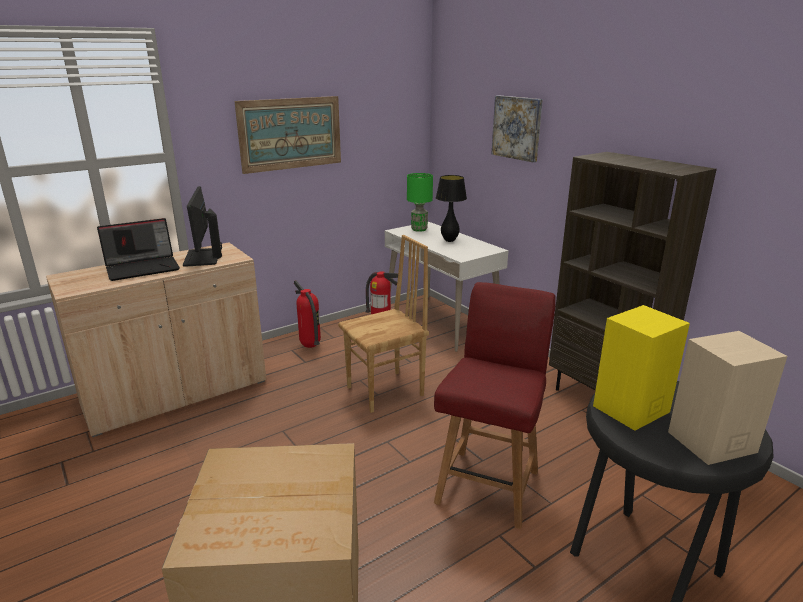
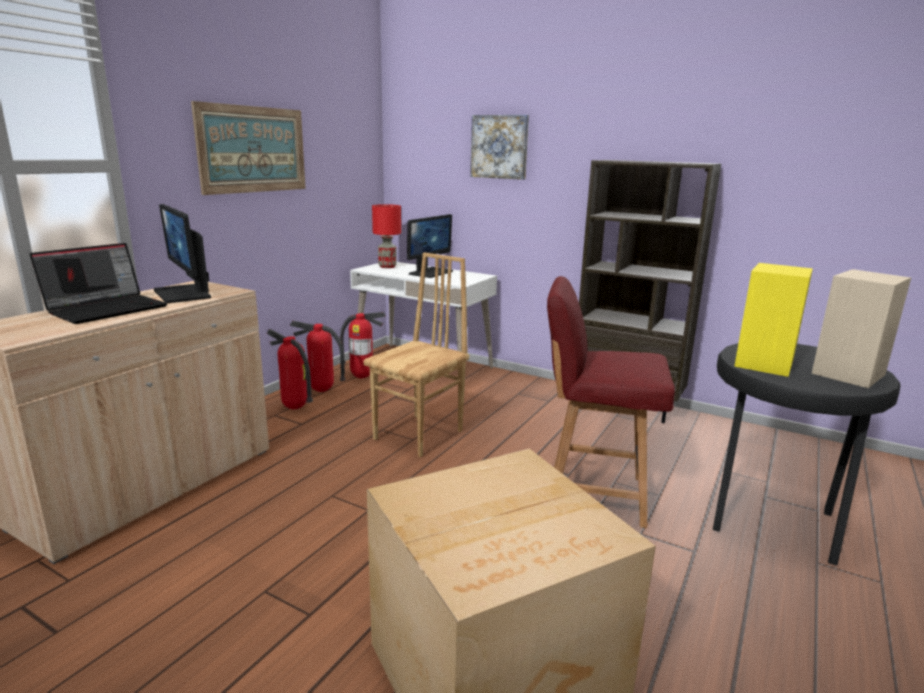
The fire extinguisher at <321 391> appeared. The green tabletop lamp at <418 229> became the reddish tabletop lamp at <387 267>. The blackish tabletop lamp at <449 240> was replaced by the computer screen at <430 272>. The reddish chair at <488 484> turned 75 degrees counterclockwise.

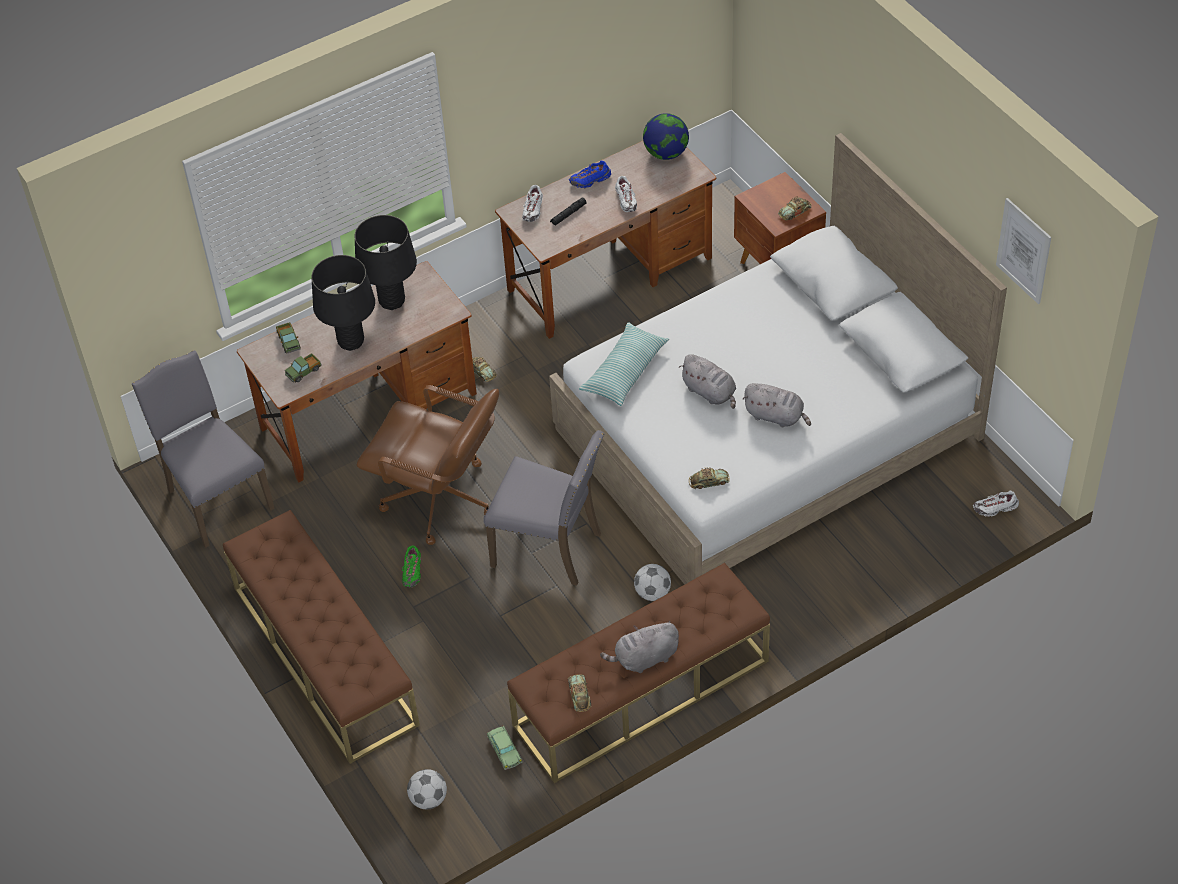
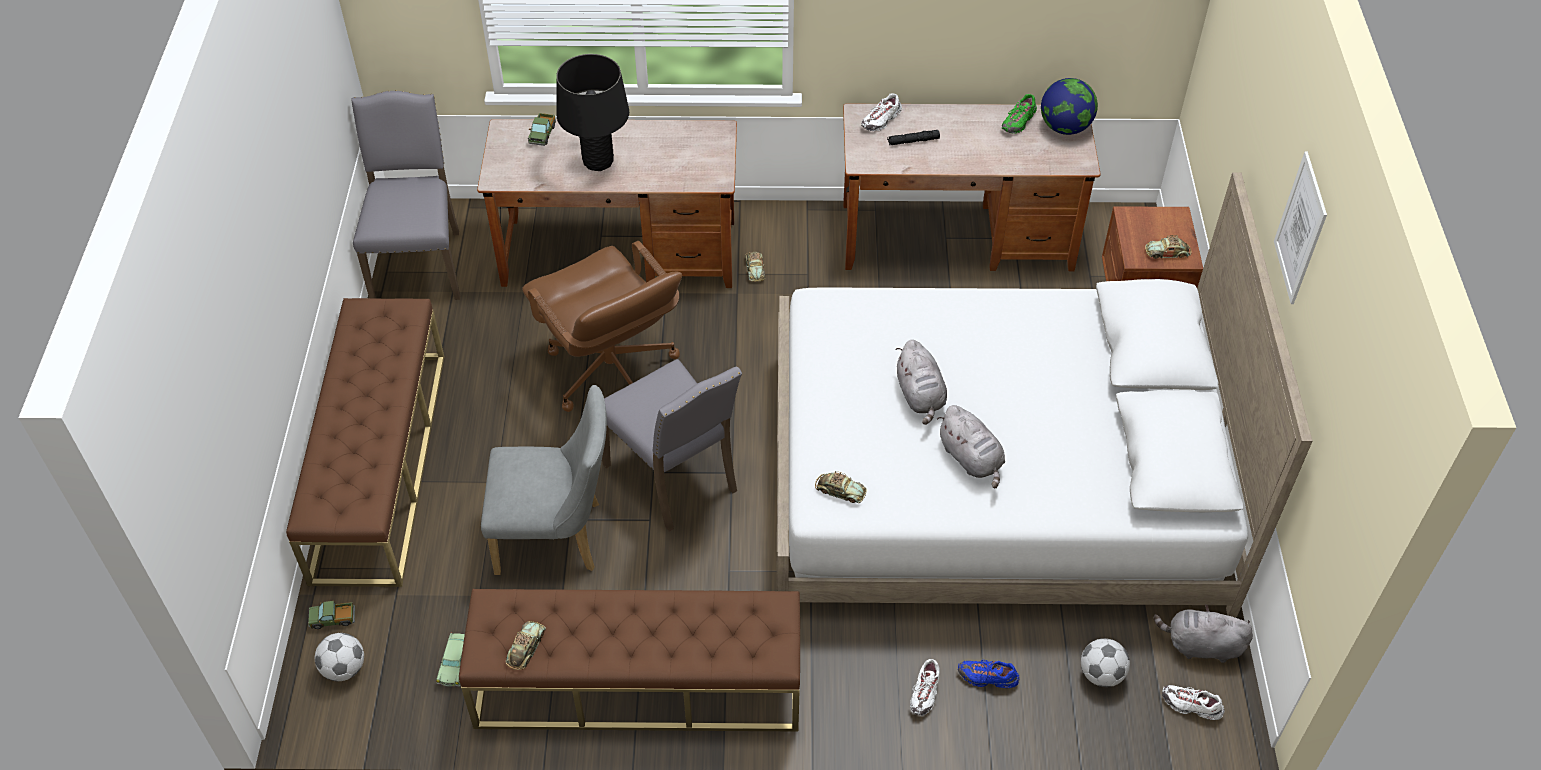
The toy lorry moved from <303 372> to <333 619>. The greyish chair at <557 537> appeared. The white item of footwear moved from <626 200> to <925 692>. The blue item of footwear moved from <590 180> to <987 678>. The green item of footwear moved from <412 571> to <1018 122>. The football moved from <652 593> to <1101 674>. The greyish soft toy moved from <644 658> to <1200 646>. The wall picture moved from <1023 251> to <1300 228>. The blackish tabletop lamp at <392 301> disappeared. The pillow at <624 371> disappeared.

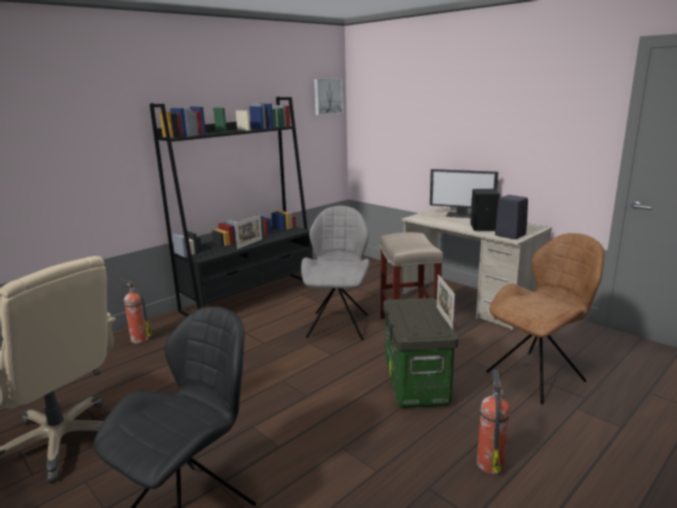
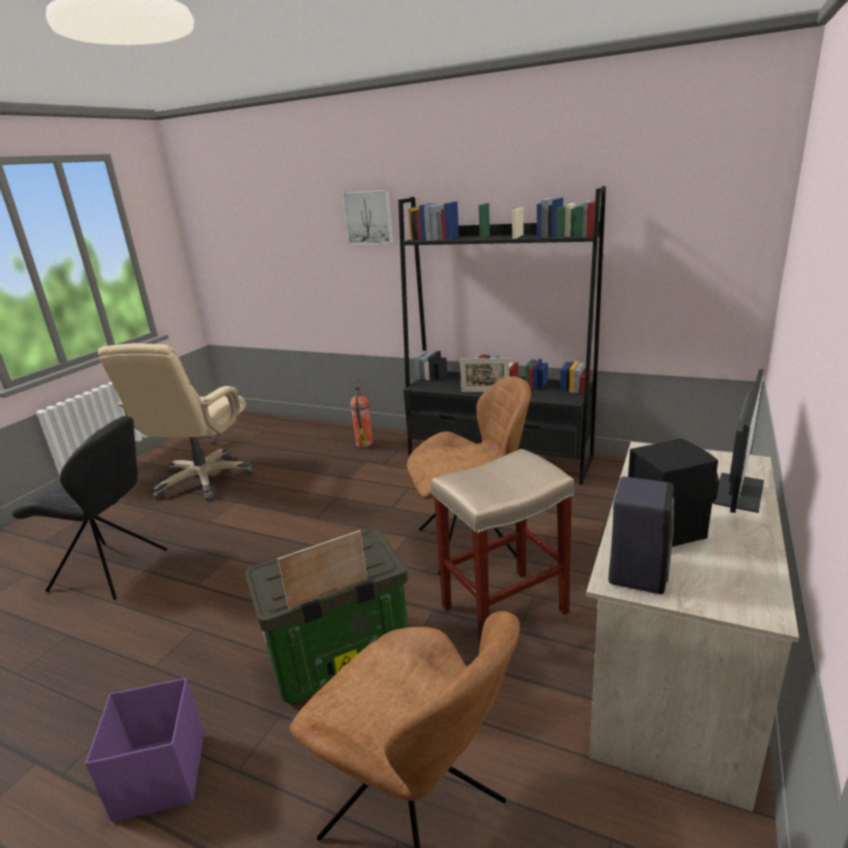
The fire extinguisher at <490 463> was replaced by the purplish storage box at <160 777>. The wall picture moved from <327 96> to <369 217>. The greyish chair at <338 325> became the brown-coloured chair at <471 543>. The computer screen at <461 215> turned 150 degrees counterclockwise.

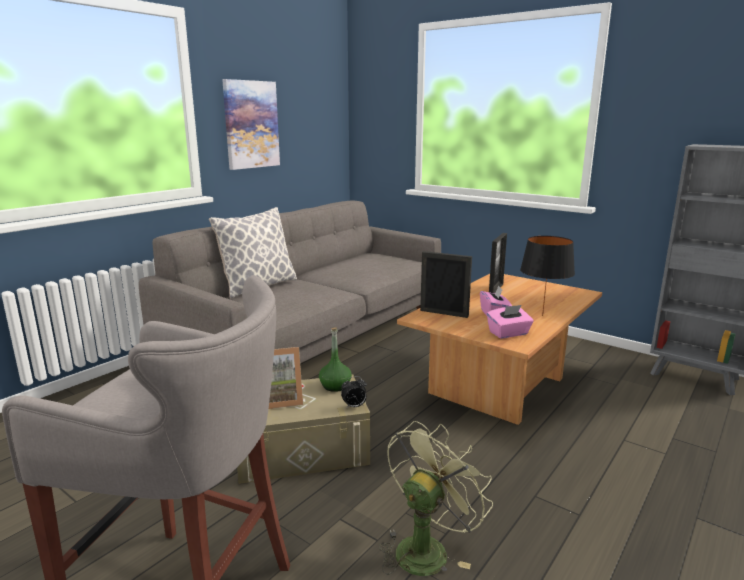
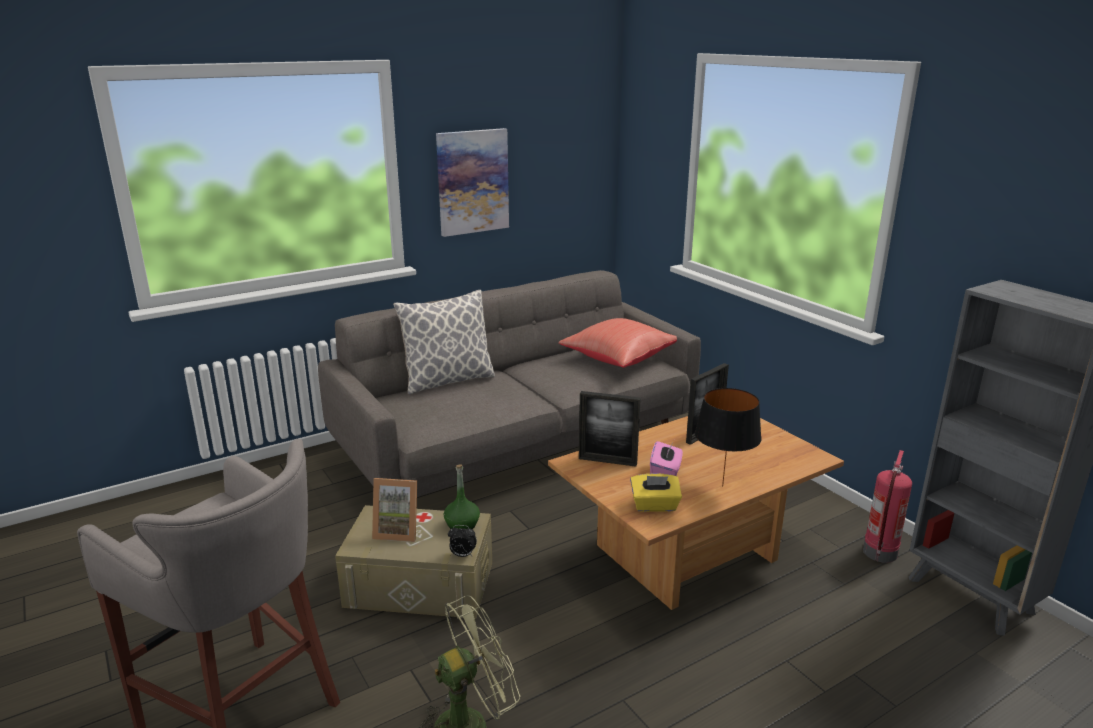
The reddish pillow at <618 358> appeared. The photo frame at <444 313> turned 150 degrees clockwise. The pink box of tissues at <508 333> became the yellowish box of tissues at <654 506>. The fire extinguisher at <880 553> appeared.

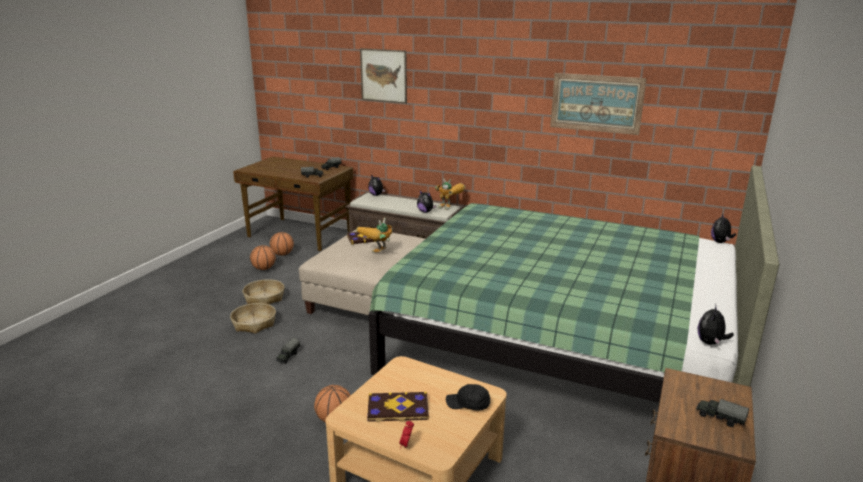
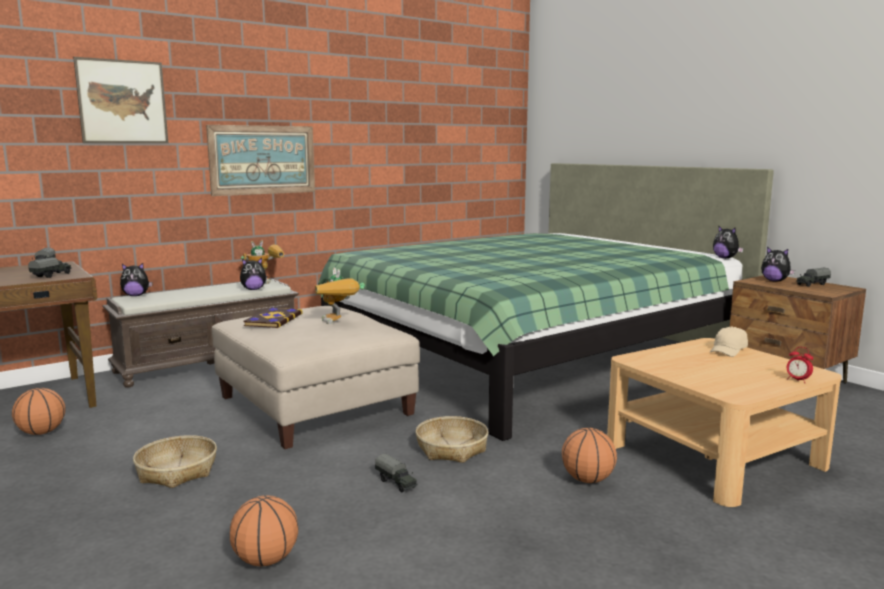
The wall picture moved from <596 103> to <263 160>. The ball for basketball moved from <264 268> to <266 560>. The household basket moved from <254 323> to <451 448>. The blackish cap at <468 404> became the sand-coloured cap at <728 351>. The soft toy moved from <720 242> to <775 281>. The bound book at <398 409> disappeared.

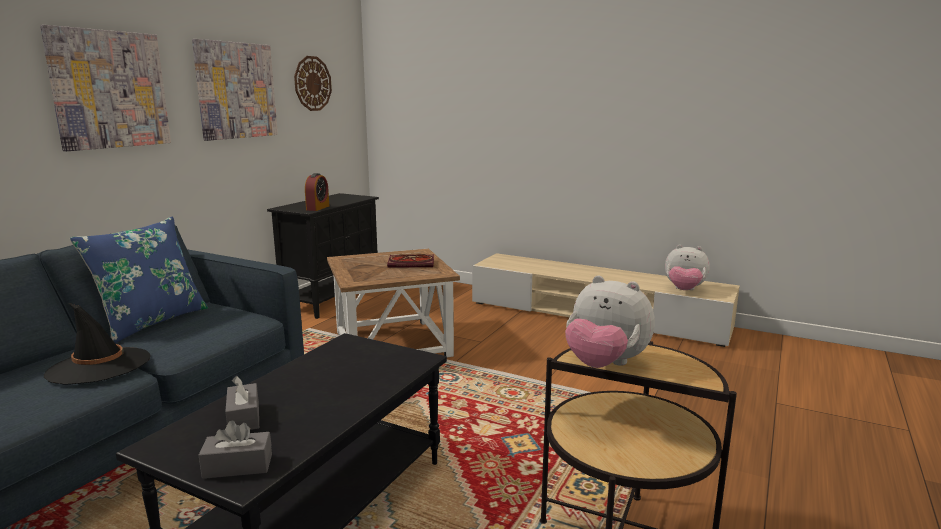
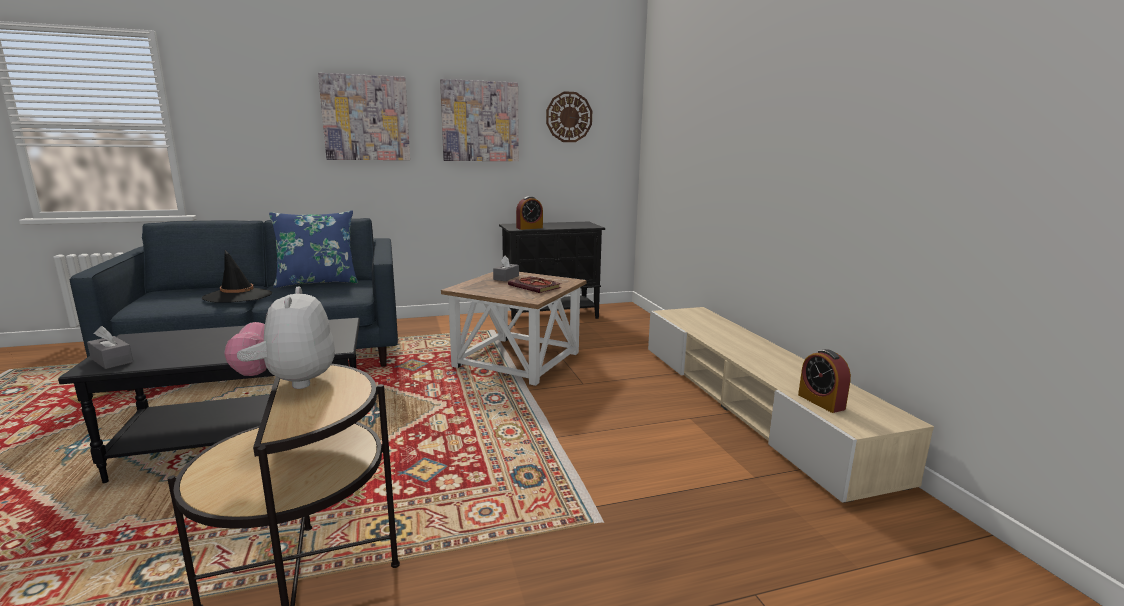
The greyish box of tissues moved from <244 417> to <506 277>. The soft toy at <684 290> was replaced by the table clock at <821 402>.

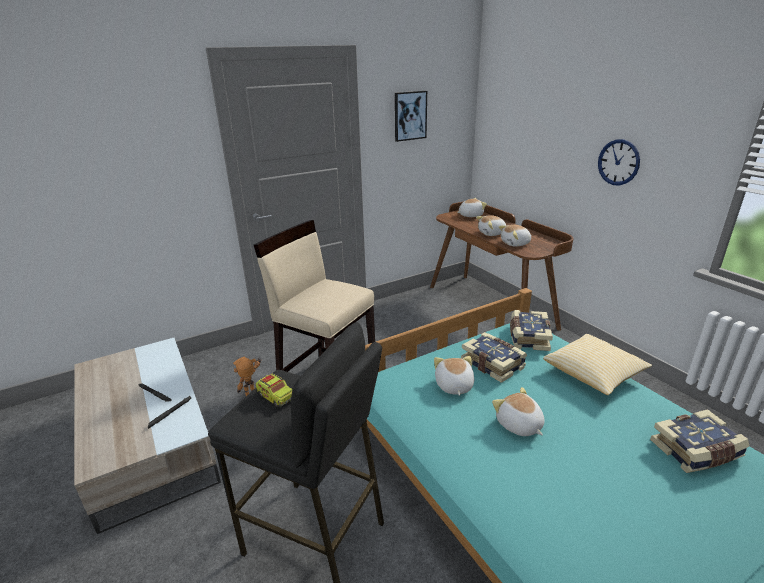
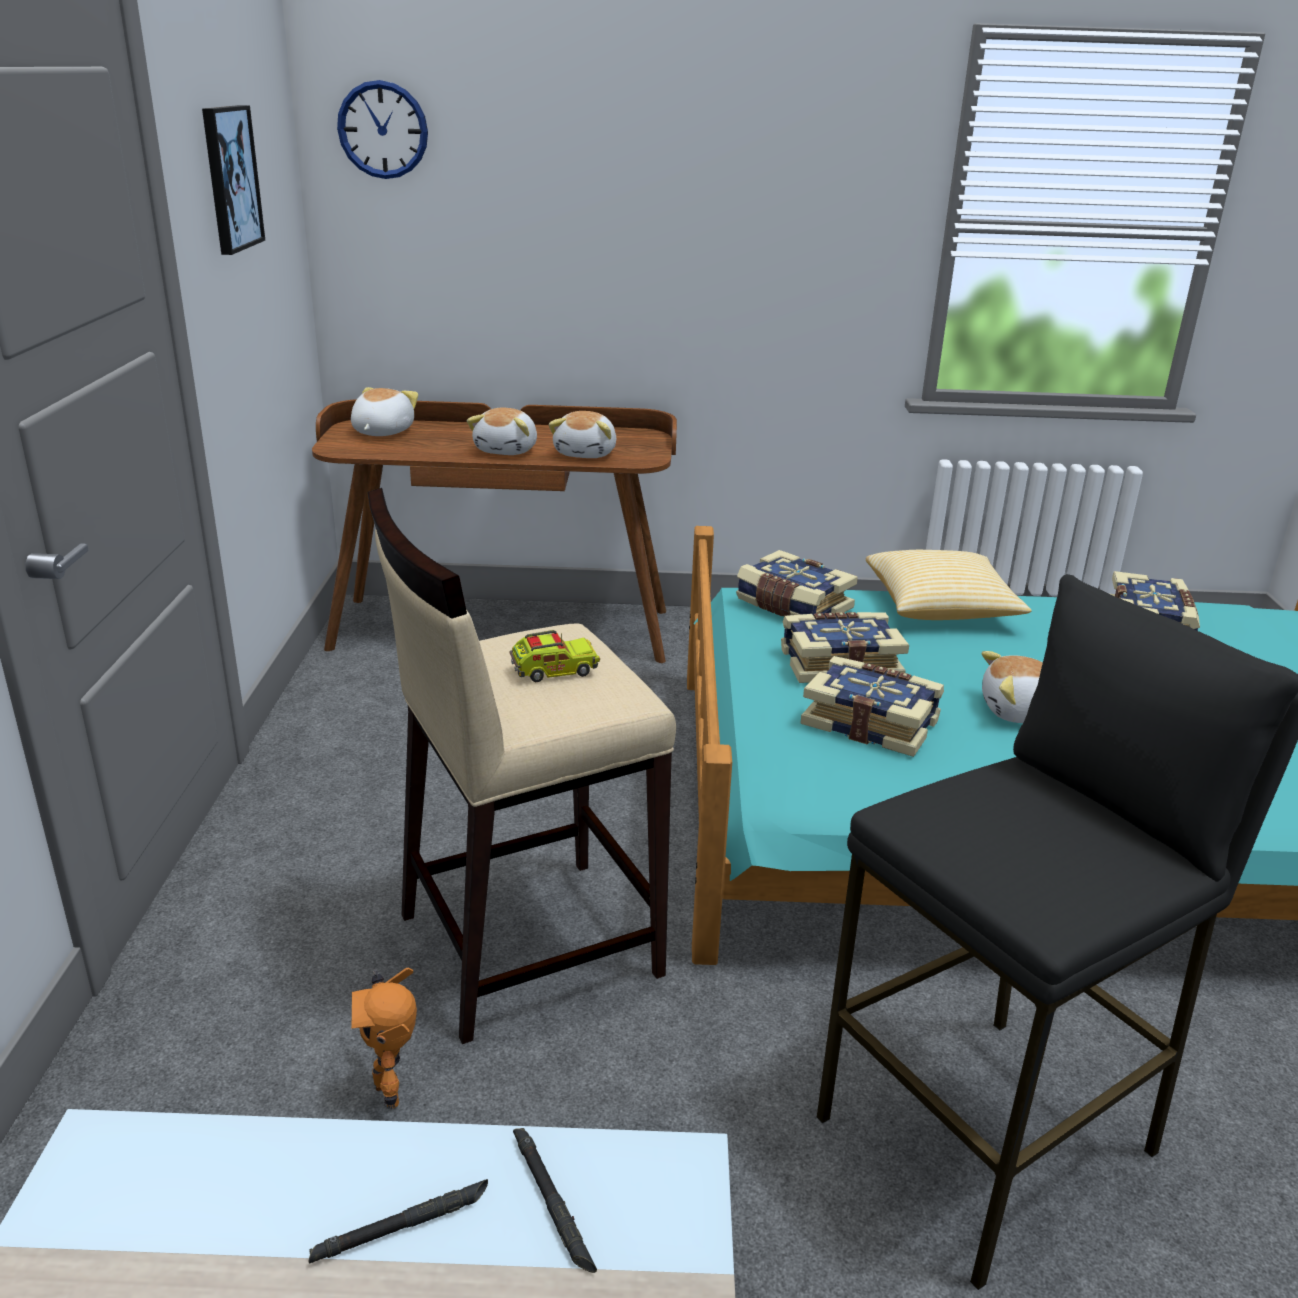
The clock on the wall moved from <618 162> to <383 130>. The toy lorry moved from <276 396> to <554 670>. The soft toy at <453 386> was replaced by the bound book at <871 722>.

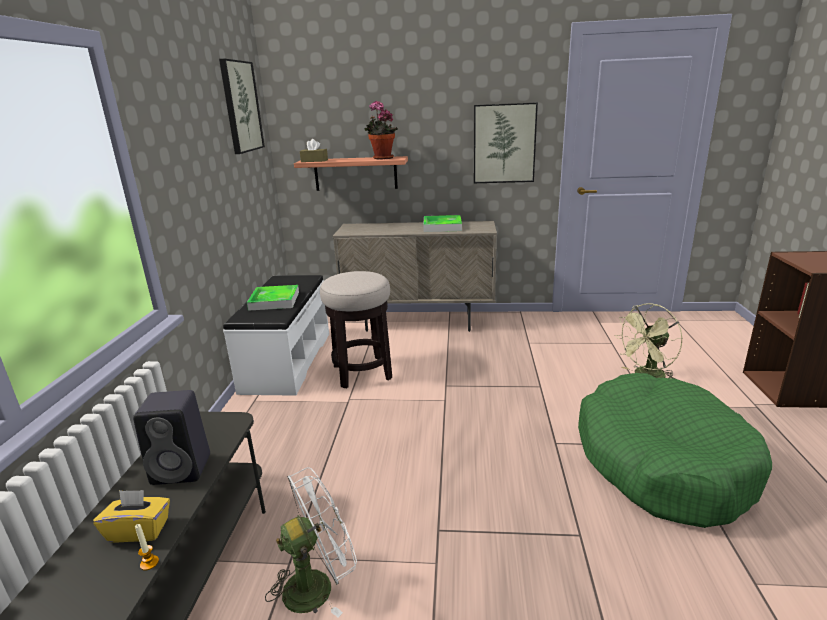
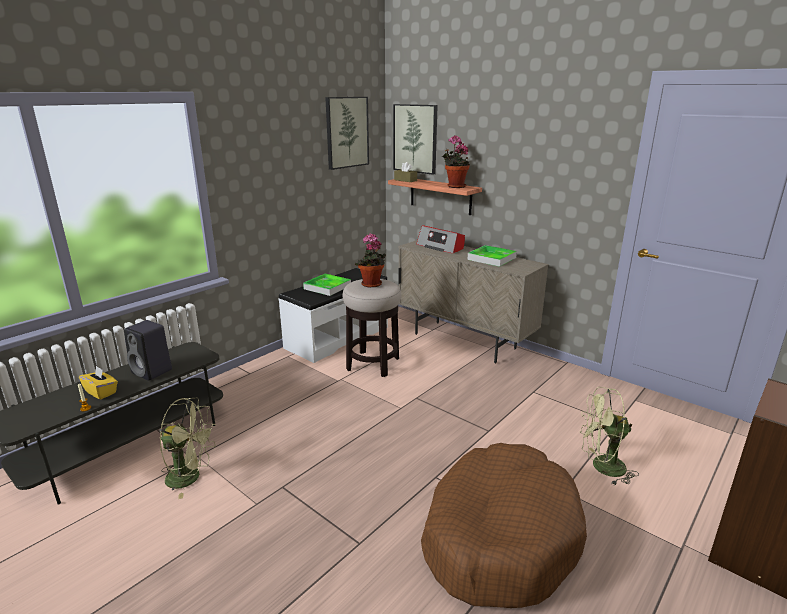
The white electric fan at <317 584> became the green electric fan at <191 477>. The potted plant at <371 285> appeared. The wall picture moved from <504 143> to <415 138>. The radio set at <440 247> appeared. The green pet bed at <661 462> became the brown-coloured pet bed at <499 536>.

